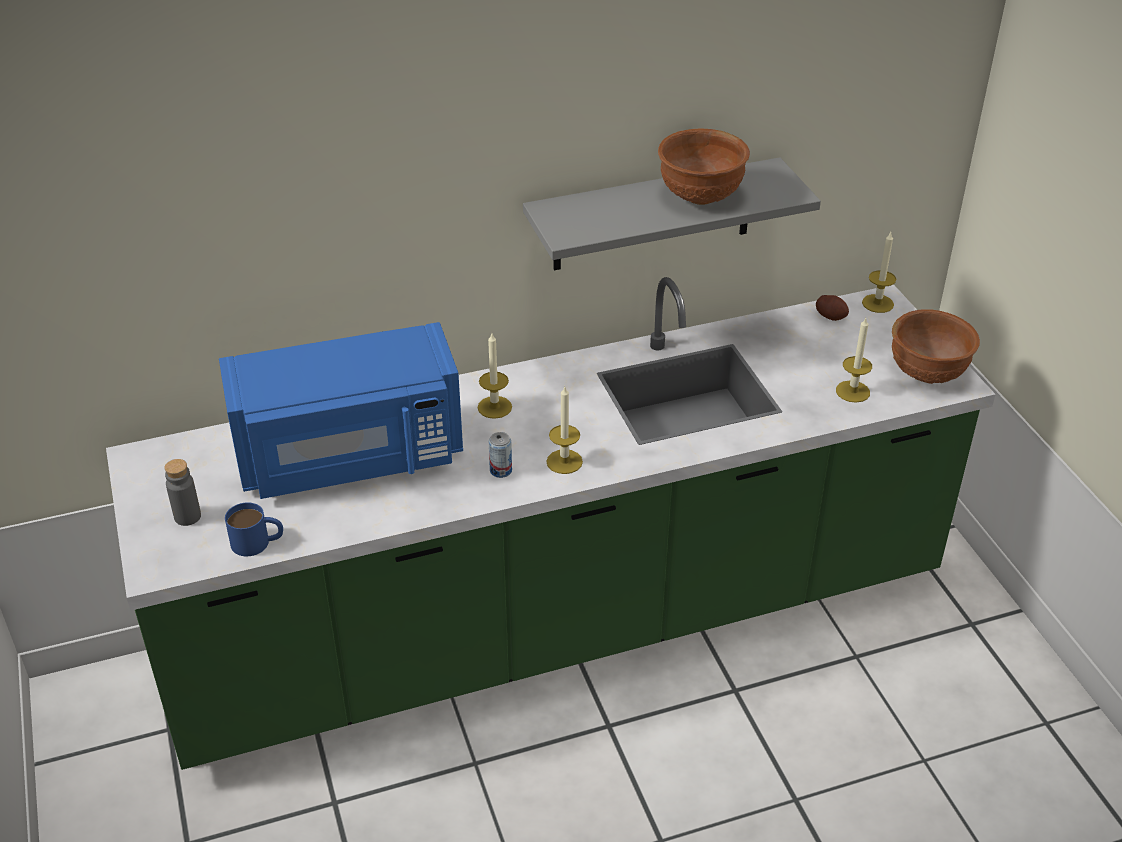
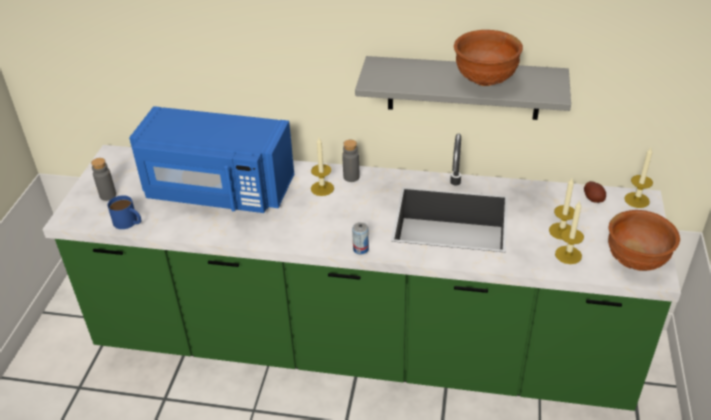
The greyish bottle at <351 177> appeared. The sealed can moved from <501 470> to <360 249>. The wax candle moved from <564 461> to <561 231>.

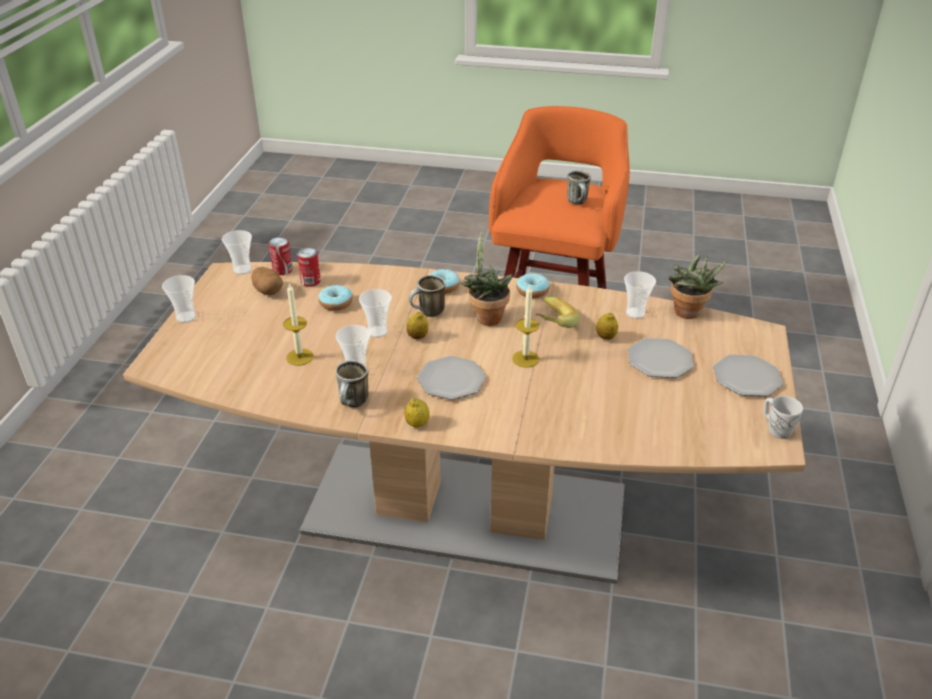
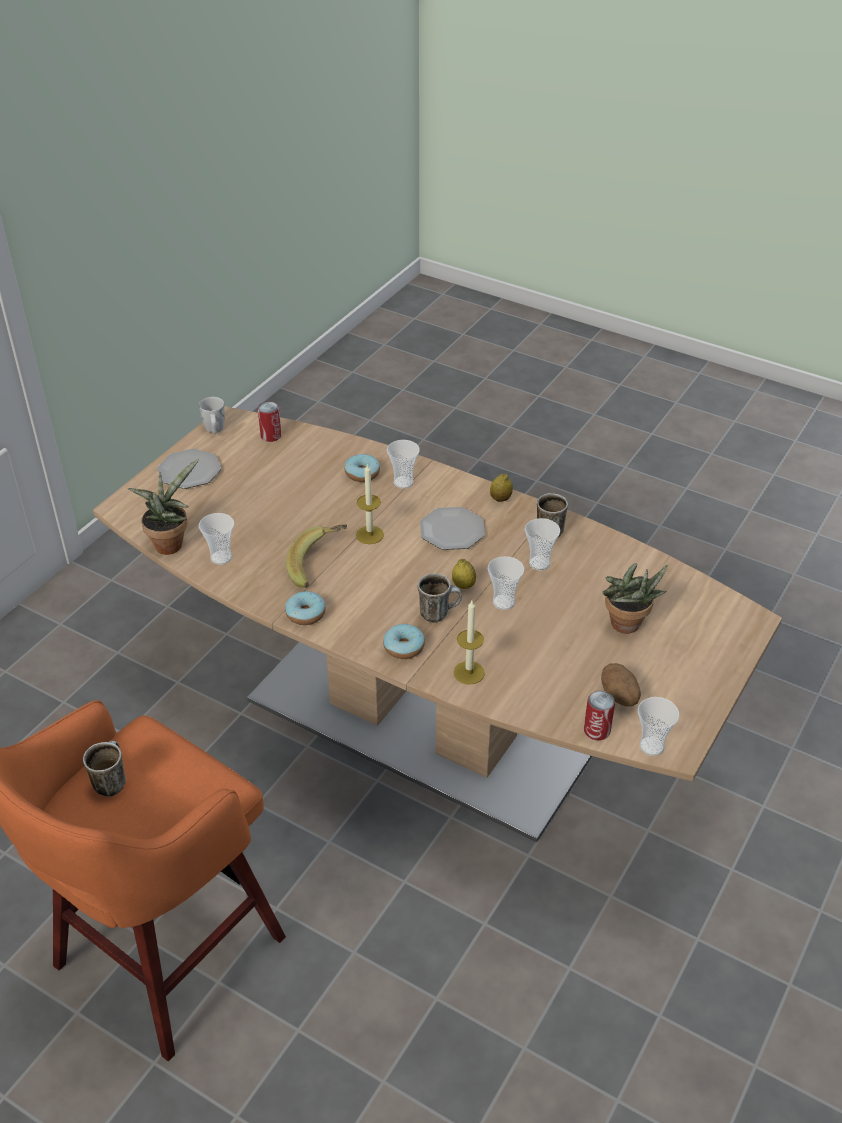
The sealed can moved from <310 281> to <271 436>. The ring doughnut moved from <336 303> to <362 473>. The small cup moved from <186 317> to <403 482>. The wax candle moved from <299 357> to <469 672>. The potted plant moved from <486 317> to <627 627>. The citrus fruit at <605 337> disappeared. The plate at <660 360> disappeared.

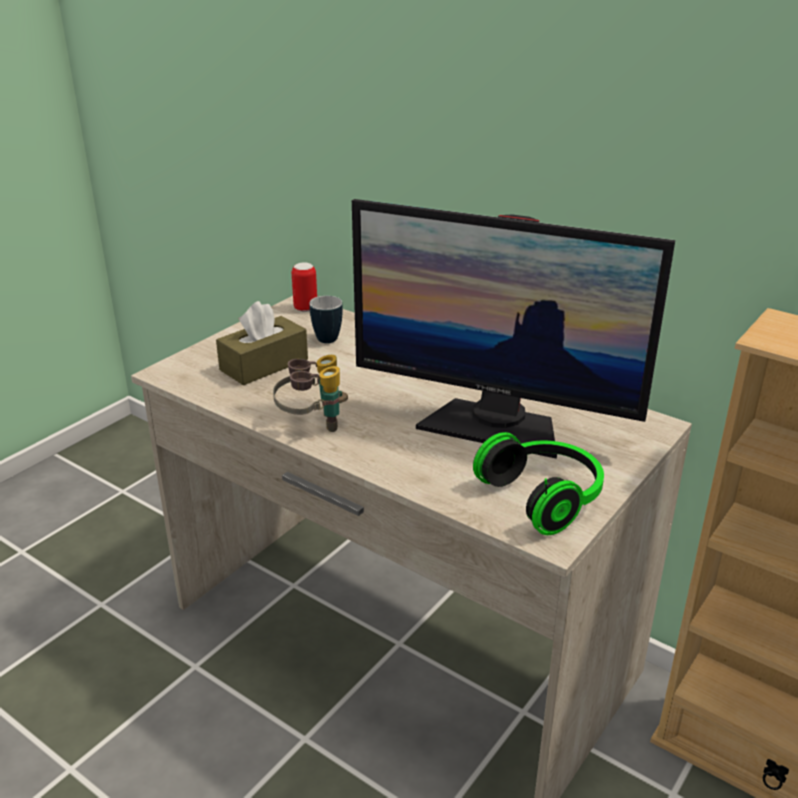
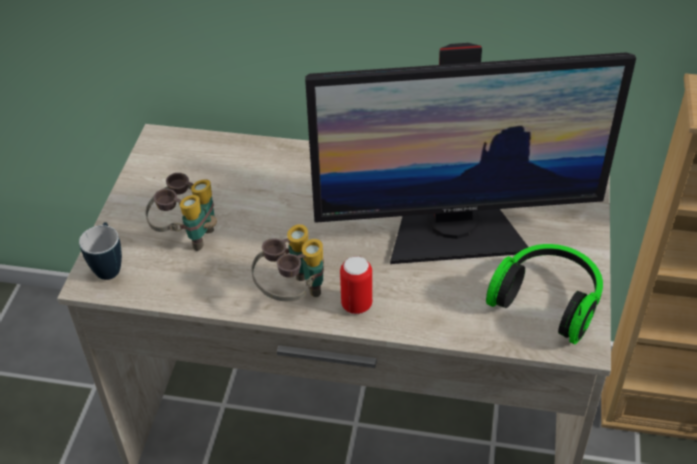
The tea mug moved from <330 337> to <109 266>. The brown-coloured box of tissues at <264 365> was replaced by the field glasses at <188 235>. The sealed can moved from <305 308> to <356 305>.

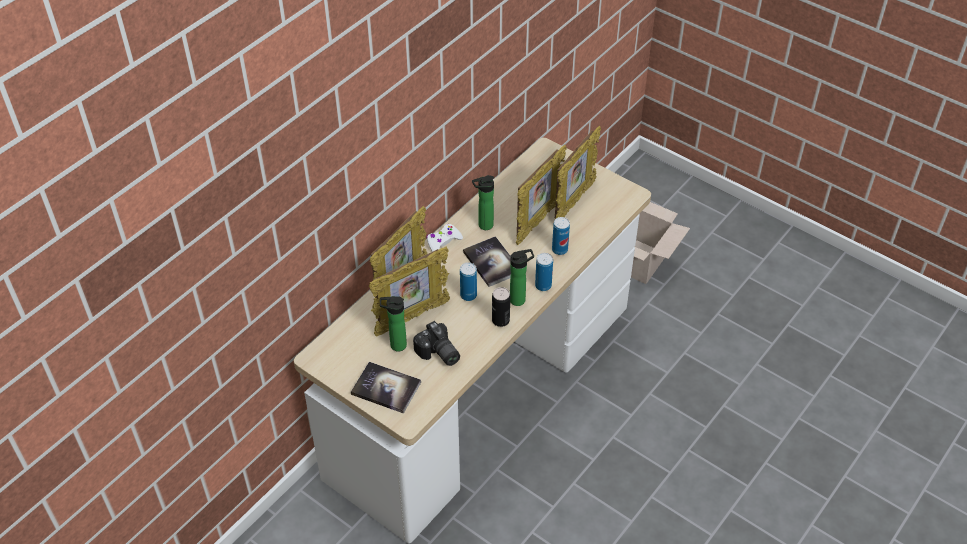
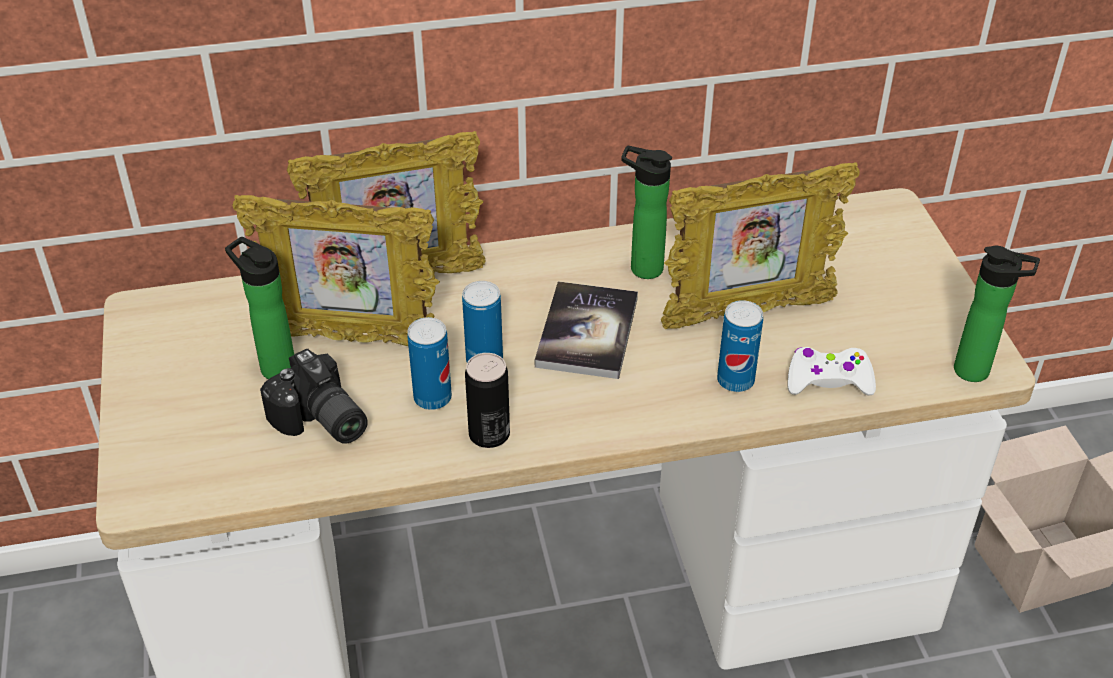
The still camera at <438 354> turned 45 degrees counterclockwise. The sealed can moved from <543 285> to <432 398>. The white game controller moved from <443 242> to <828 380>. The bottle moved from <520 299> to <977 372>. The bound book at <386 388> disappeared. The photo frame at <573 203> disappeared.

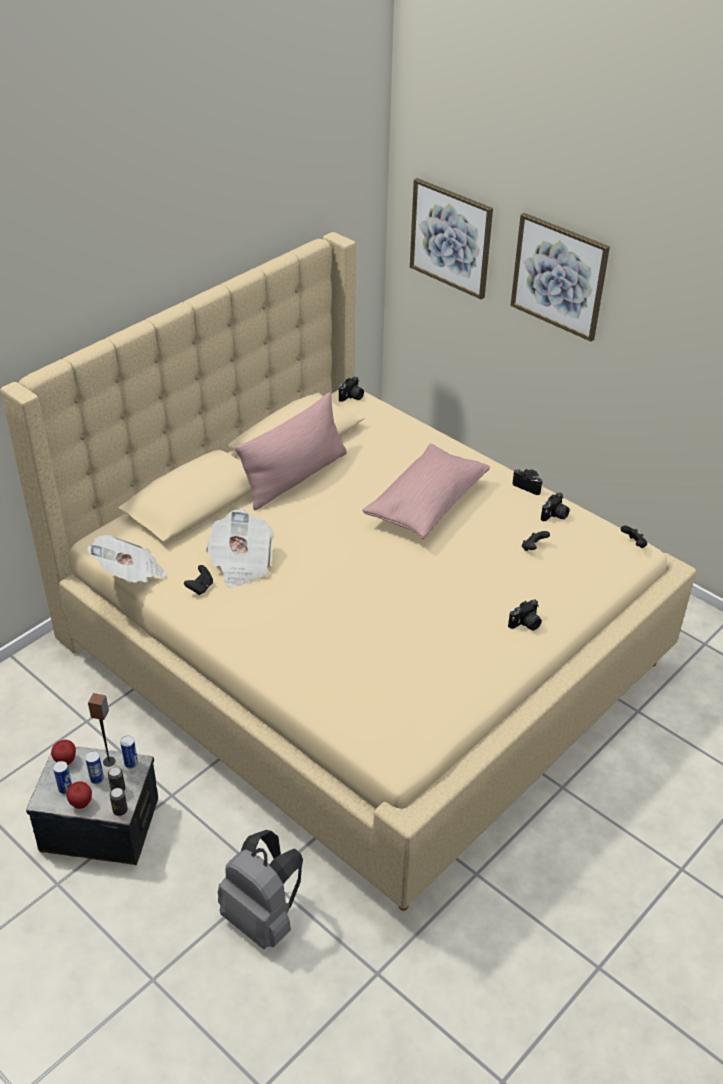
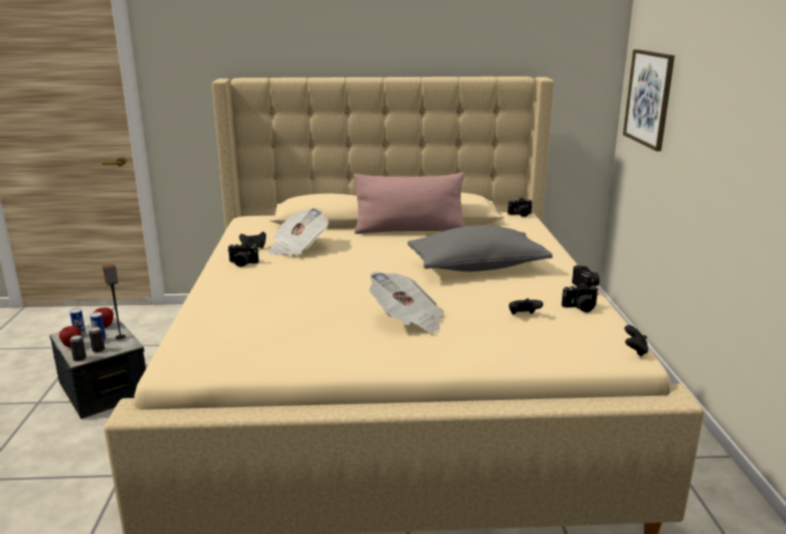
The still camera moved from <526 624> to <242 263>. The daily paper moved from <130 574> to <407 321>. The pink pillow at <426 504> became the greyish pillow at <477 267>. The sealed can at <131 763> disappeared. The greyish rucksack at <263 918> disappeared. The wall picture at <559 276> disappeared.

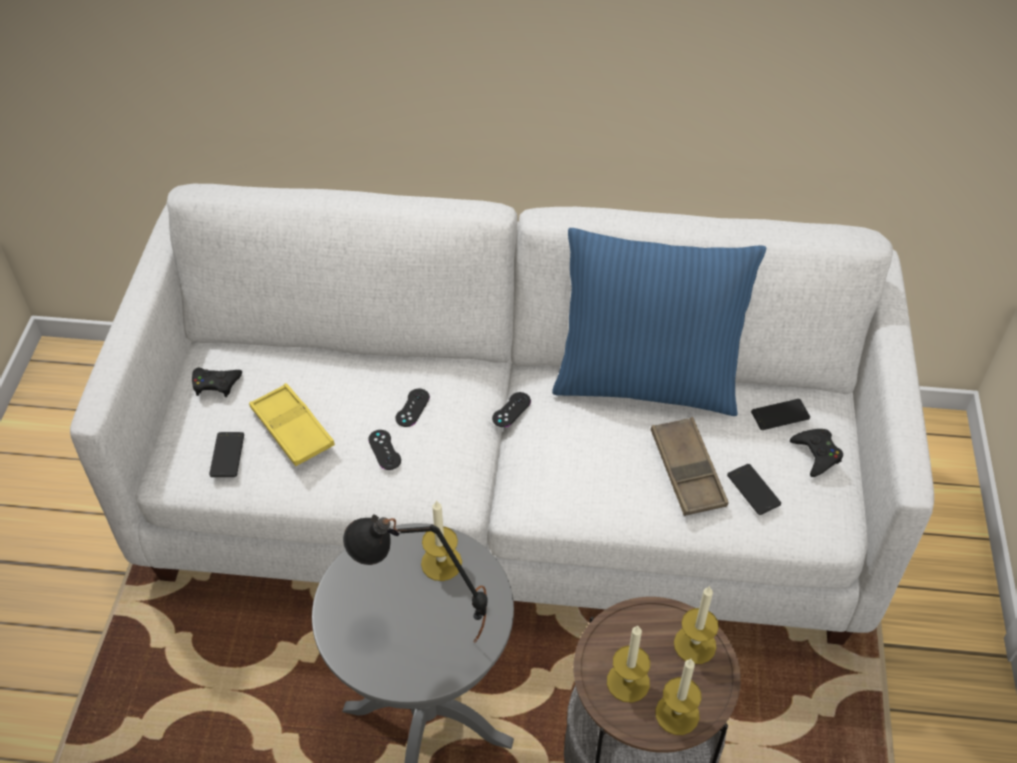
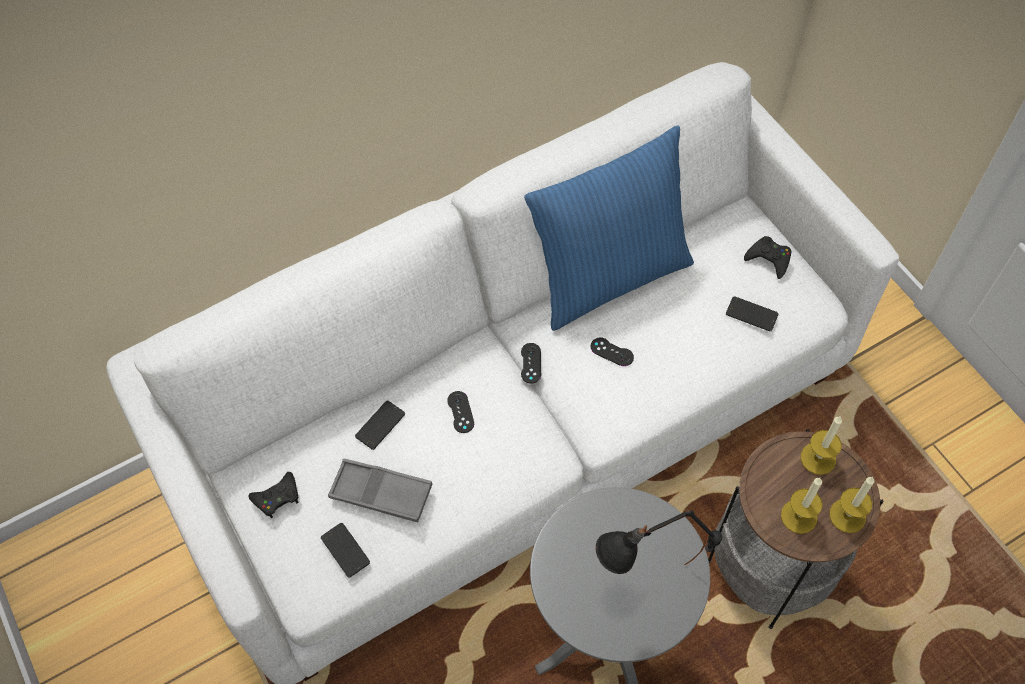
The yellowish carrying tray at <292 429> became the greyish carrying tray at <381 493>. The handset moved from <780 415> to <380 425>. The blackish game controller moved from <384 450> to <612 352>. The wax candle at <441 563> disappeared. The brown-coloured carrying tray at <687 471> disappeared.

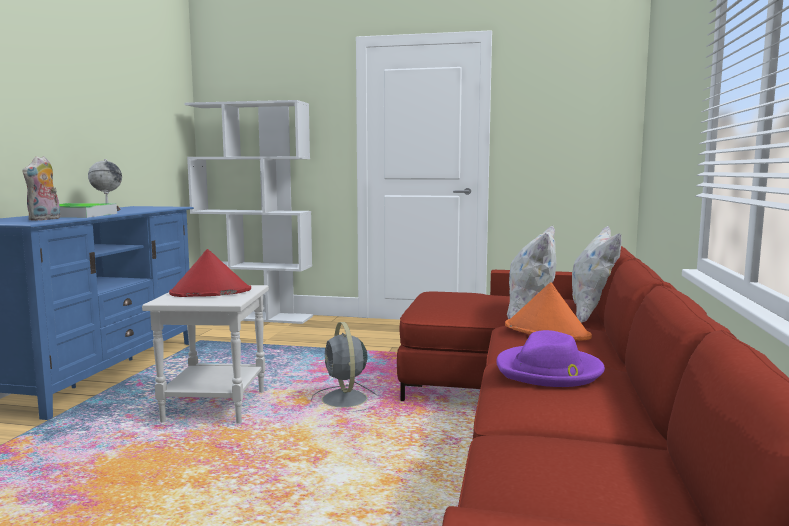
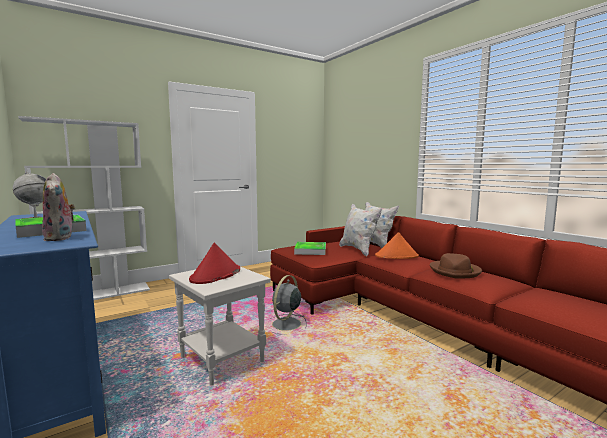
The greyish electric fan at <345 400> turned 90 degrees clockwise. The carrying tray at <310 251> appeared. The purplish hat at <549 371> became the brown-coloured hat at <455 271>.

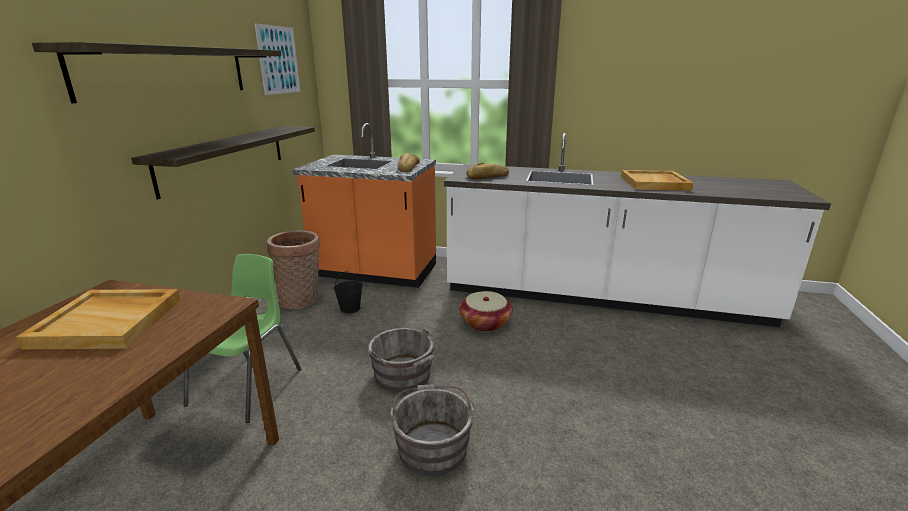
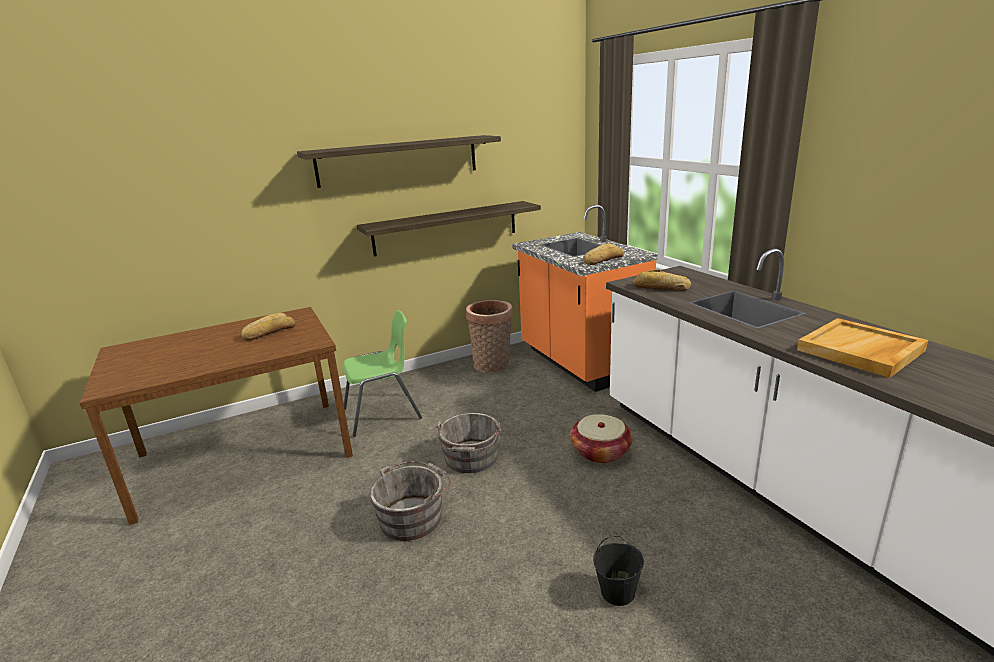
The sand-coloured carrying tray at <110 321> was replaced by the baked bread at <269 332>. The blackish water bucket moved from <350 308> to <617 591>. The wall picture at <278 60> disappeared.

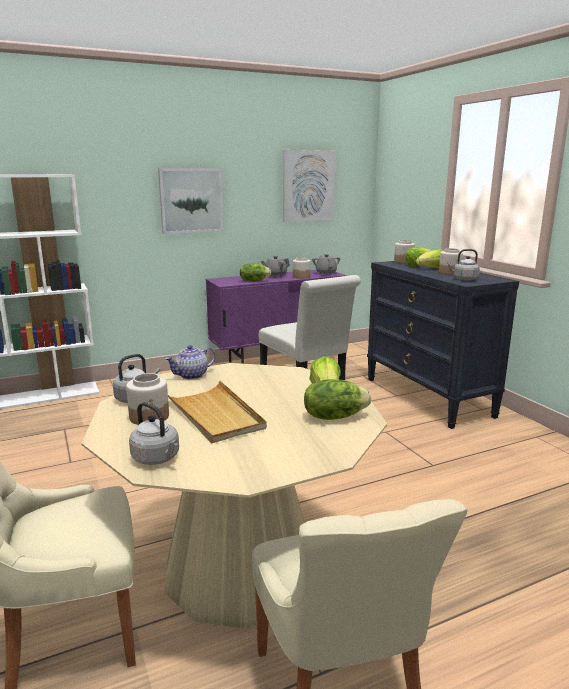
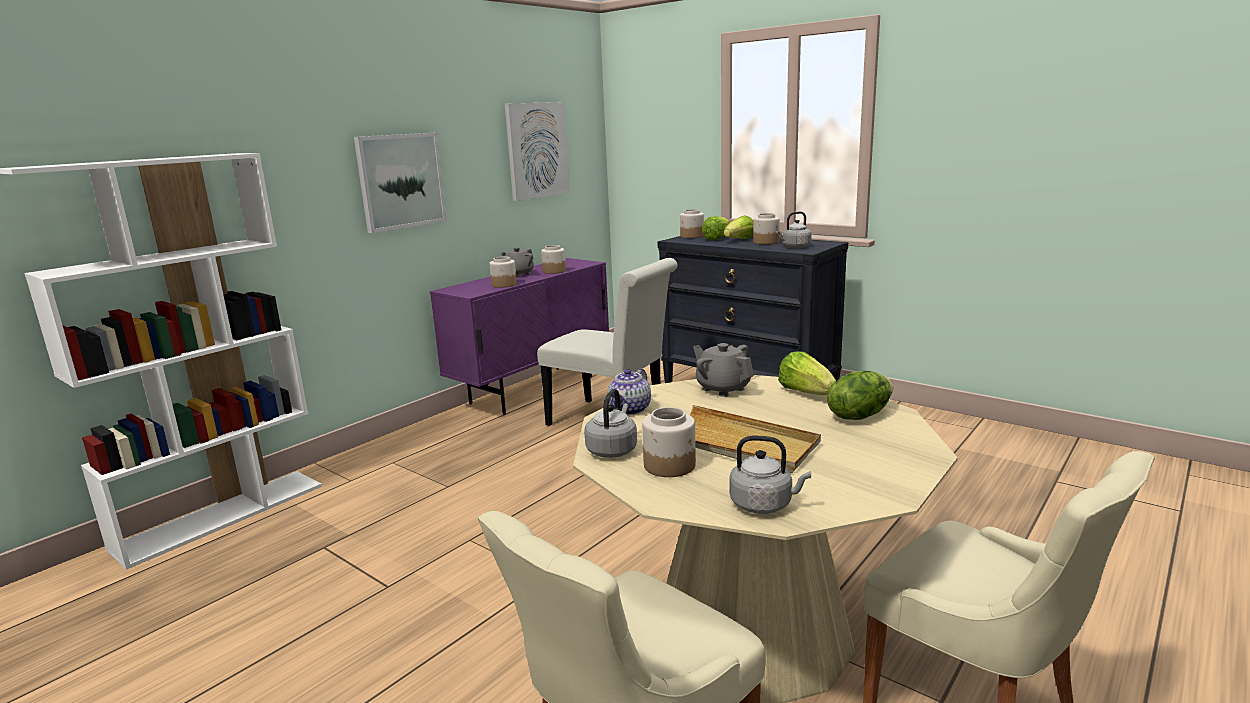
The lettuce at <254 281> was replaced by the preserve jar at <503 285>. The greyish teapot moved from <326 273> to <722 388>.

